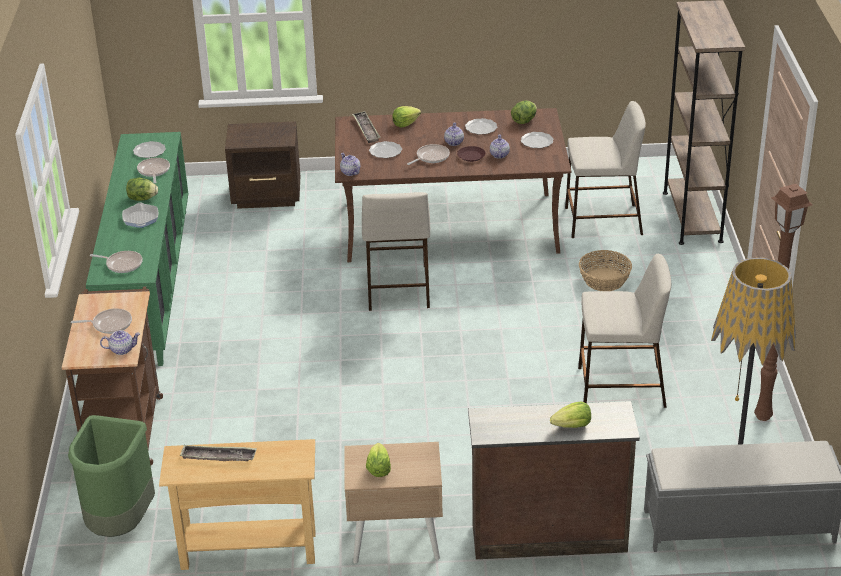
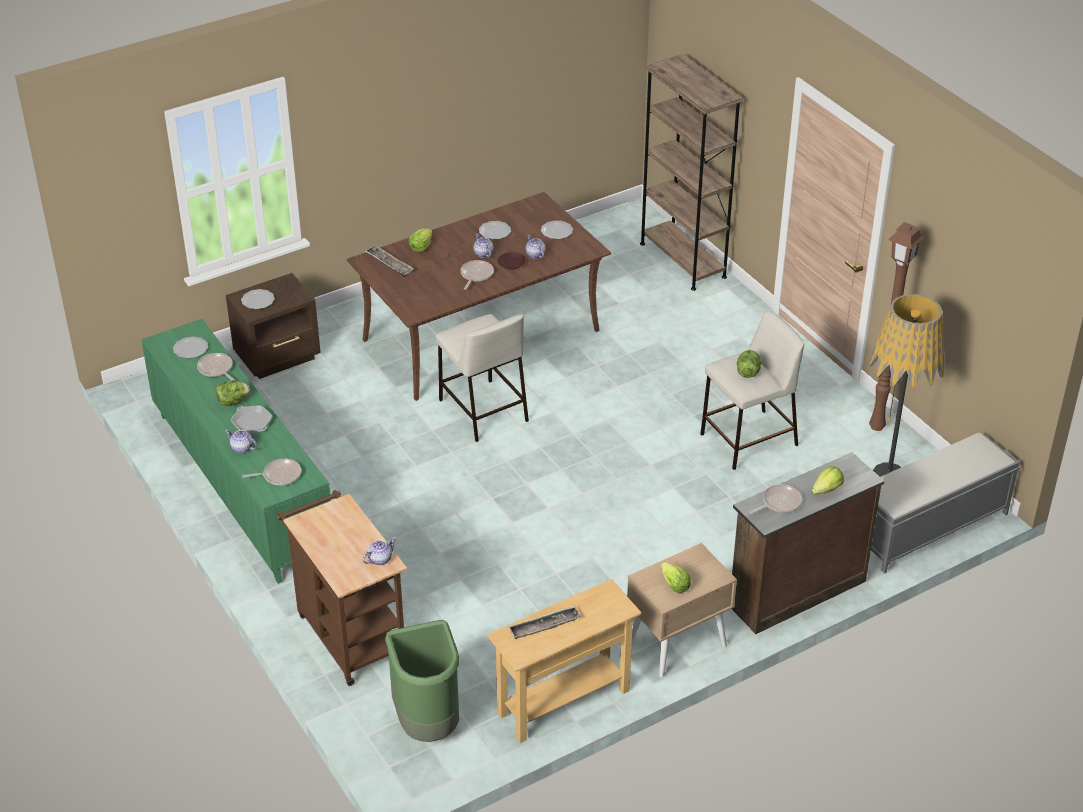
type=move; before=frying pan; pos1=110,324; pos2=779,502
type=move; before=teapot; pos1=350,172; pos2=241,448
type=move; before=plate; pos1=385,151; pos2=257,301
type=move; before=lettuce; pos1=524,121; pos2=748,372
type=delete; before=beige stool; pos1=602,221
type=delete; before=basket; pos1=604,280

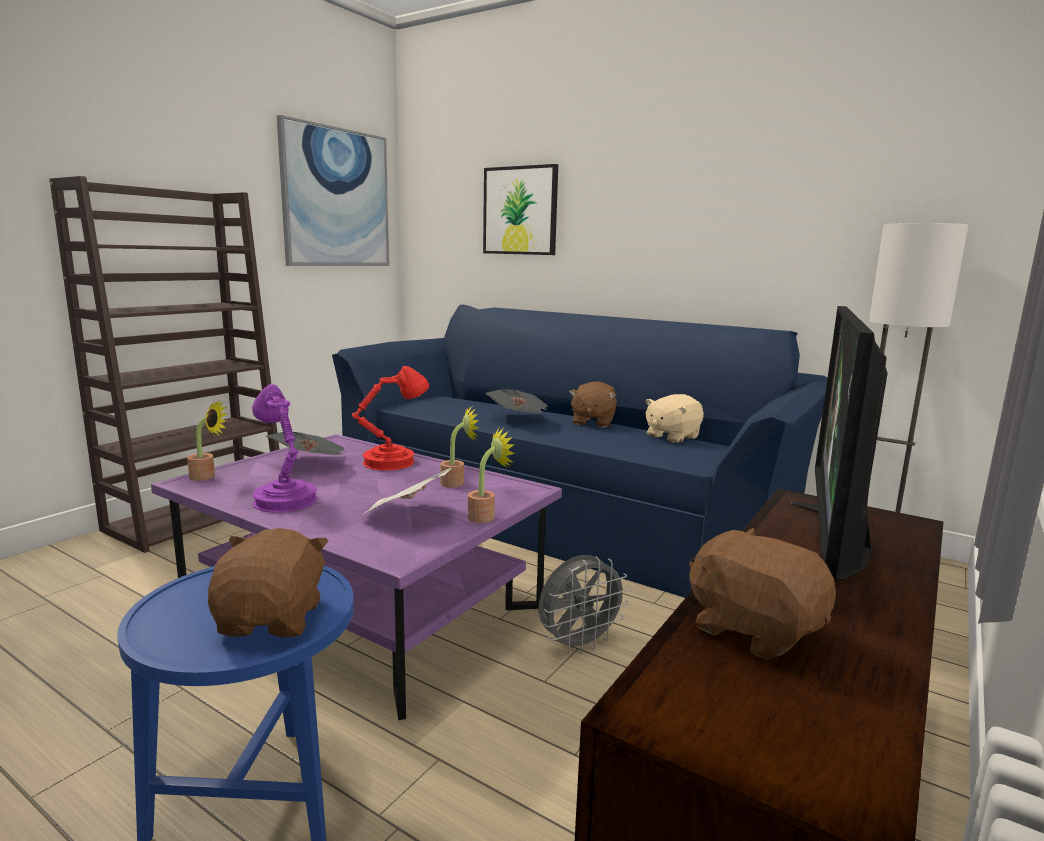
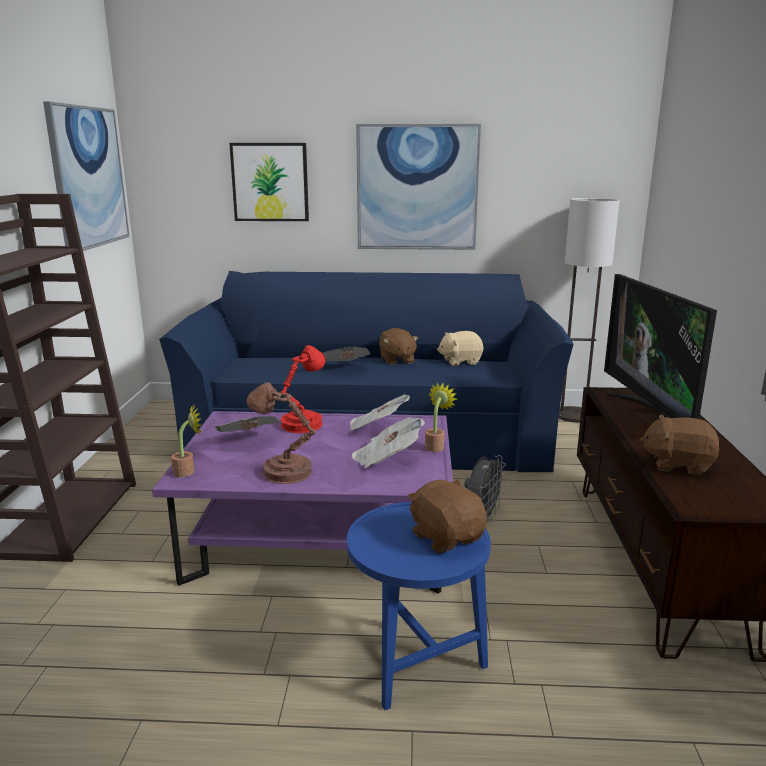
type=recolor; before=purple table lamp; after=brown table lamp; pos1=283,499; pos2=283,471
type=replace; before=potted plant; after=newspaper; pos1=457,483; pos2=377,428
type=rotate; before=beige plush toy; pos1=671,437; pos2=460,361; turn=60
type=insert; after=picture; pos2=417,188

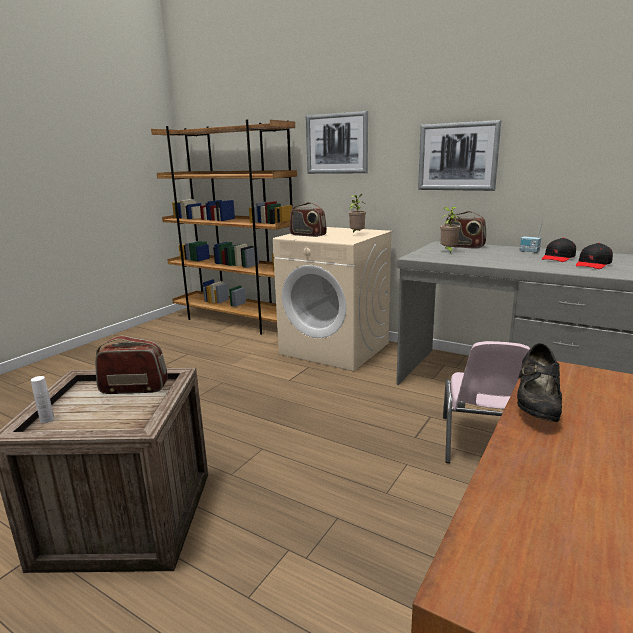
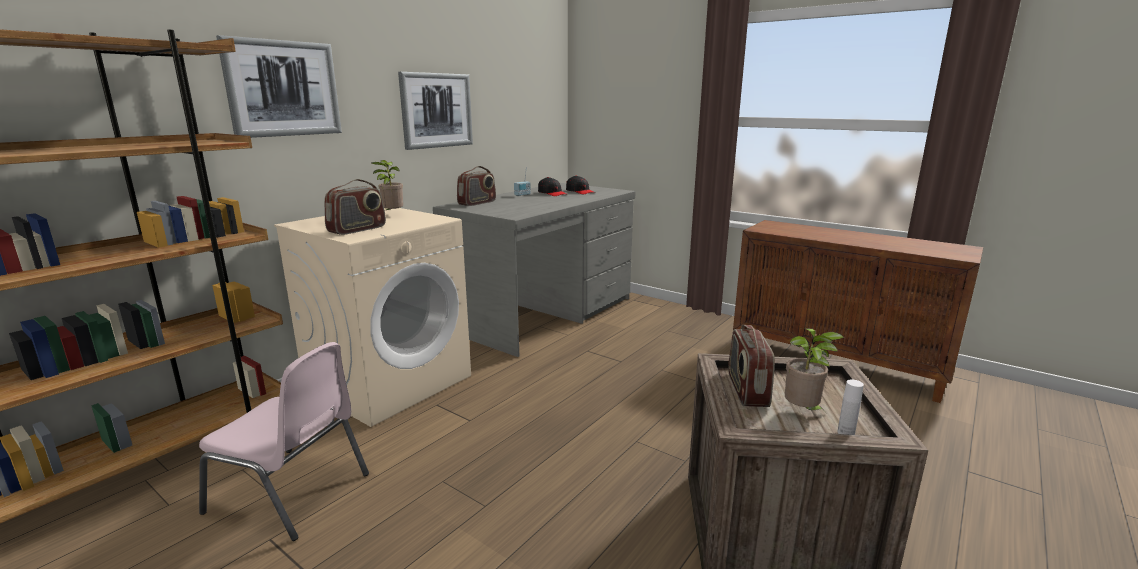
type=move; before=potted plant; pos1=448,251; pos2=803,412
type=move; before=pink chair; pos1=484,444; pos2=291,493
type=delete; before=black shoe; pos1=536,406

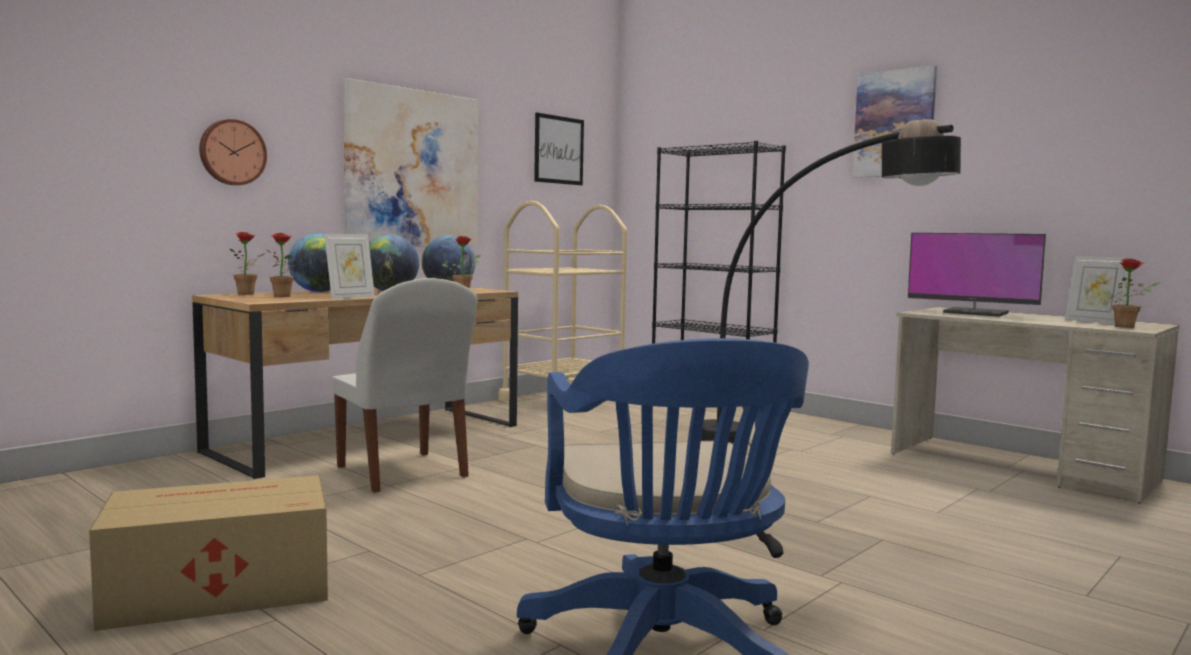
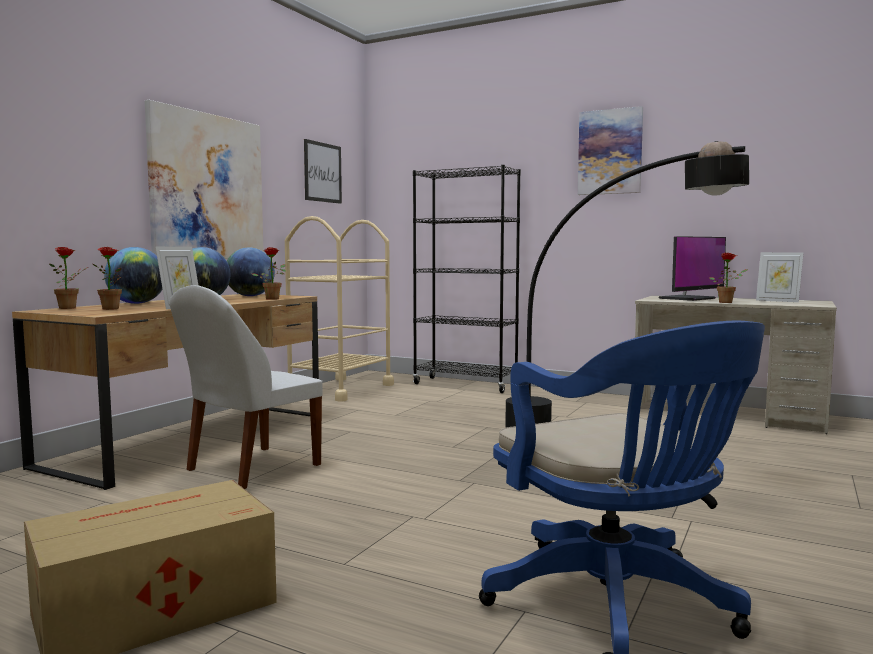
type=delete; before=wall clock; pos1=232,152
type=rotate; before=white chair; pos1=403,473; pos2=250,469; turn=90
type=rotate; before=monitor; pos1=975,313; pos2=688,298; turn=-60
type=move; before=potted plant; pos1=1128,326; pos2=727,302

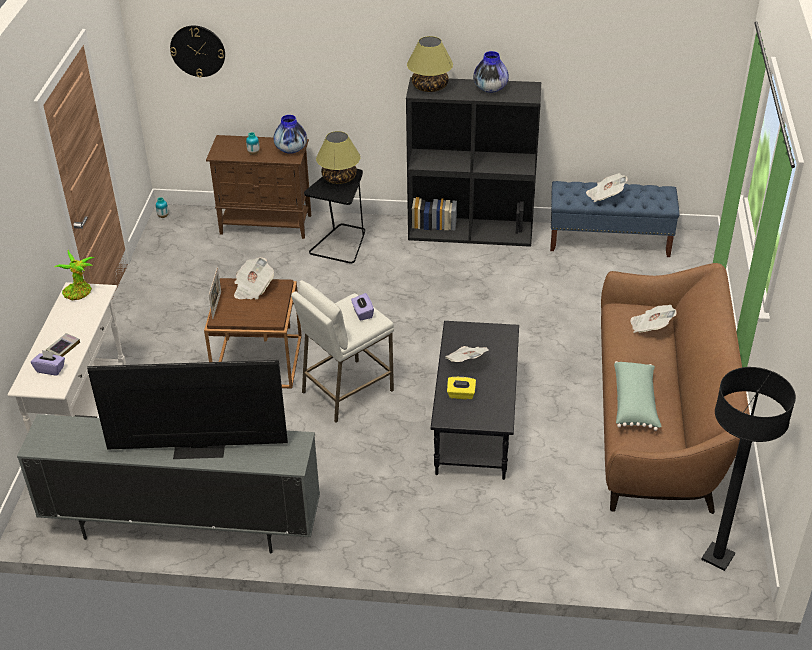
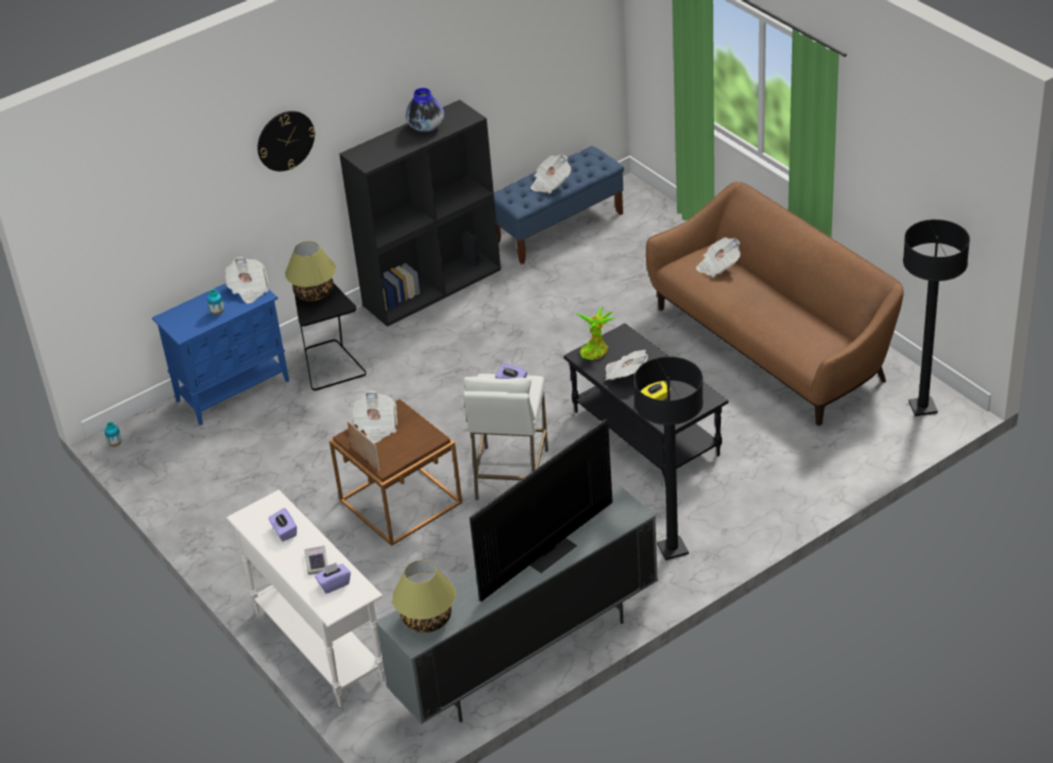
type=move; before=potted plant; pos1=79,293; pos2=595,350
type=move; before=wall clock; pos1=198,51; pos2=285,140
type=recolor; before=brown cabinet; after=blue cabinet; pos1=267,224; pos2=233,390
type=replace; before=vase; after=newspaper; pos1=291,149; pos2=248,289
type=move; before=table lamp; pos1=430,87; pos2=427,619
type=delete; before=green pillow; pos1=635,403
type=insert; after=purple tissue box; pos2=284,532
type=insert; after=black floor lamp; pos2=672,549

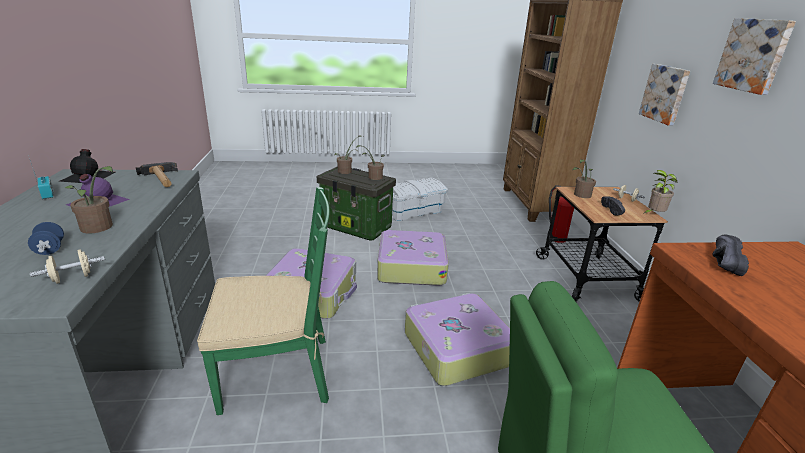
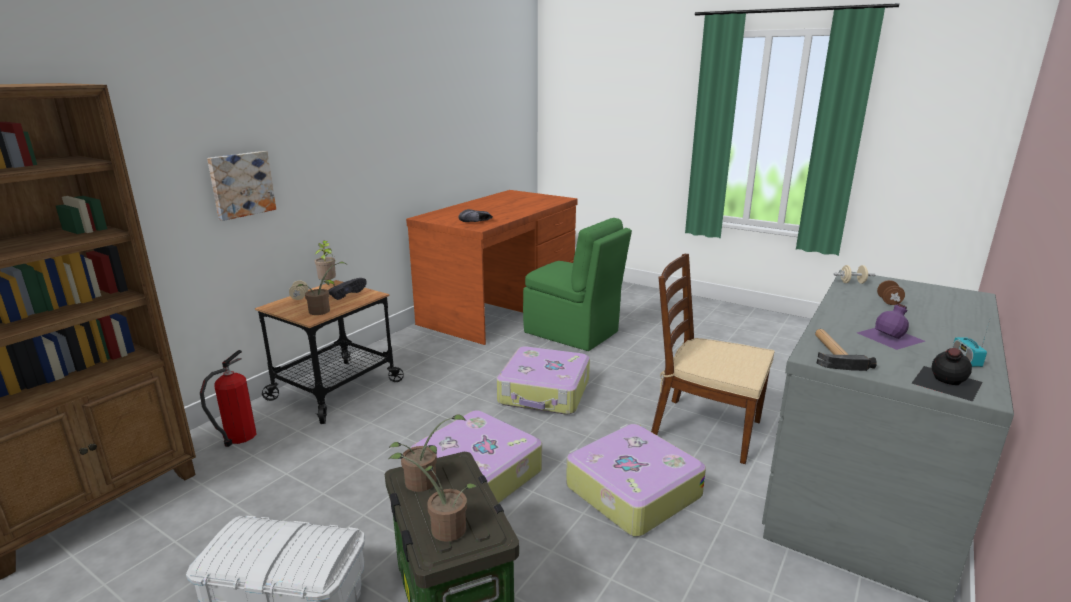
type=recolor; before=blue dumbbell; after=brown dumbbell; pos1=50,249; pos2=888,301
type=delete; before=potted plant; pos1=98,228
type=recolor; before=green chair; after=brown chair; pos1=277,373; pos2=704,429
type=delete; before=picture; pos1=754,55

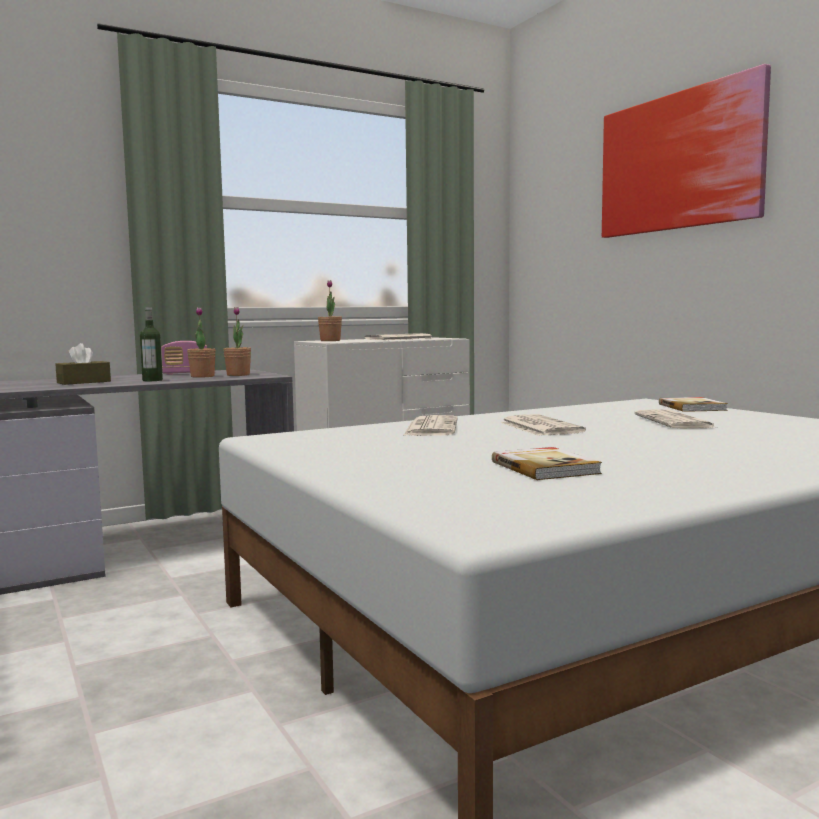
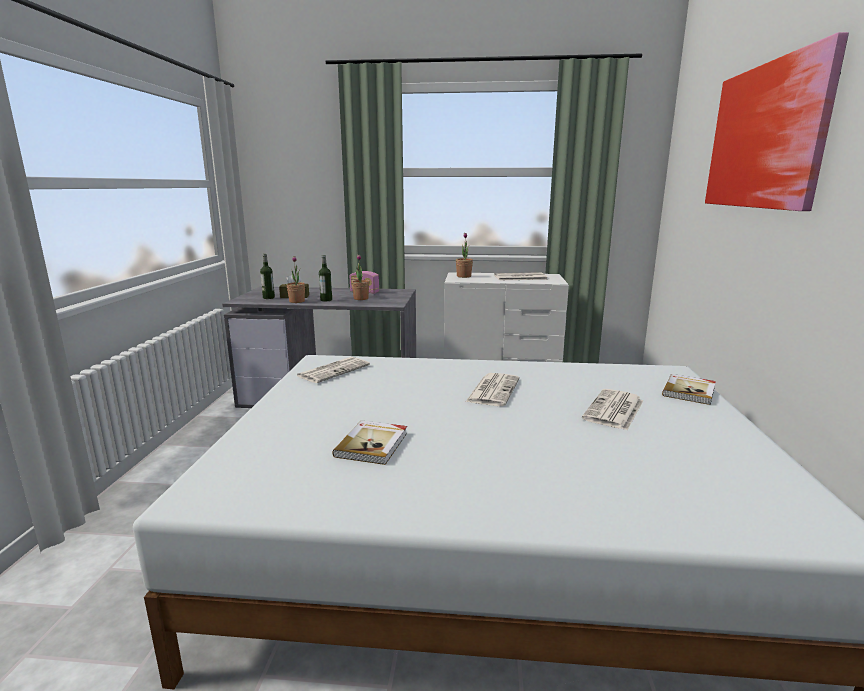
type=move; before=potted plant; pos1=238,375; pos2=297,301
type=move; before=newspaper; pos1=431,428; pos2=334,370
type=insert; after=bottle; pos2=268,298

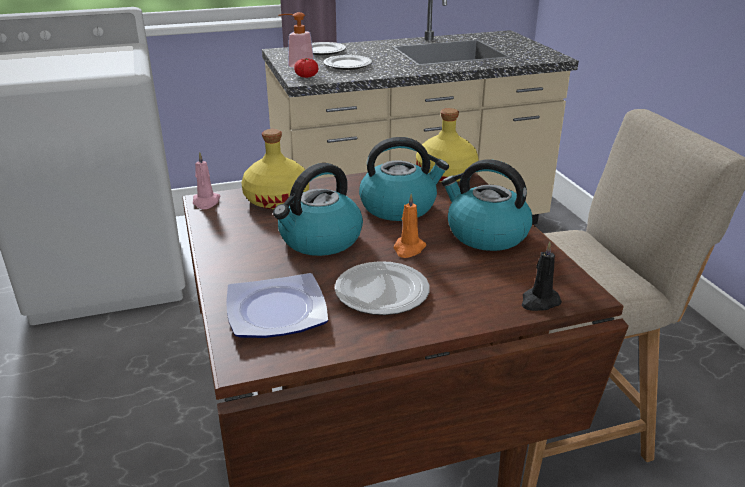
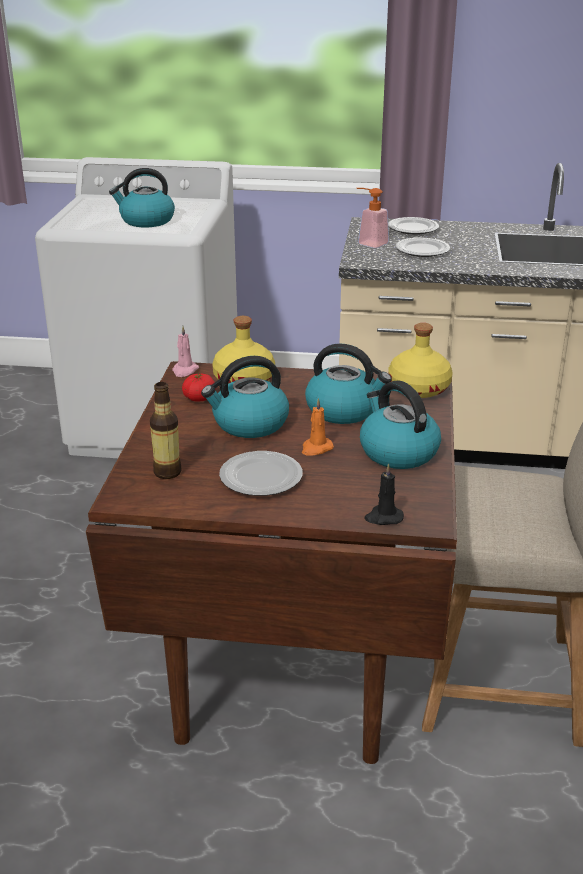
type=replace; before=plate; after=bottle; pos1=275,313; pos2=167,472
type=move; before=tomato; pos1=306,76; pos2=199,398
type=insert; after=kettle; pos2=146,221

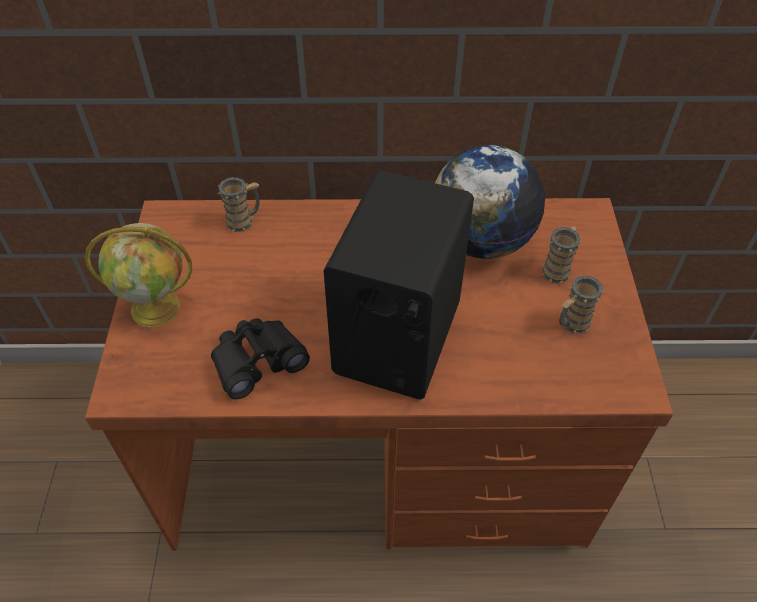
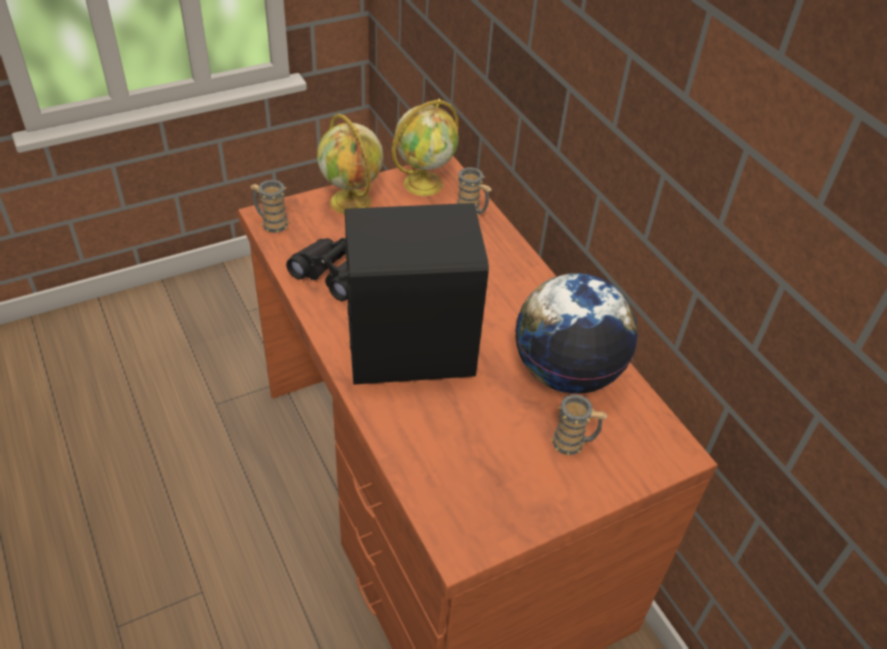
type=move; before=mug; pos1=571,324; pos2=271,223
type=insert; after=globe; pos2=424,183

